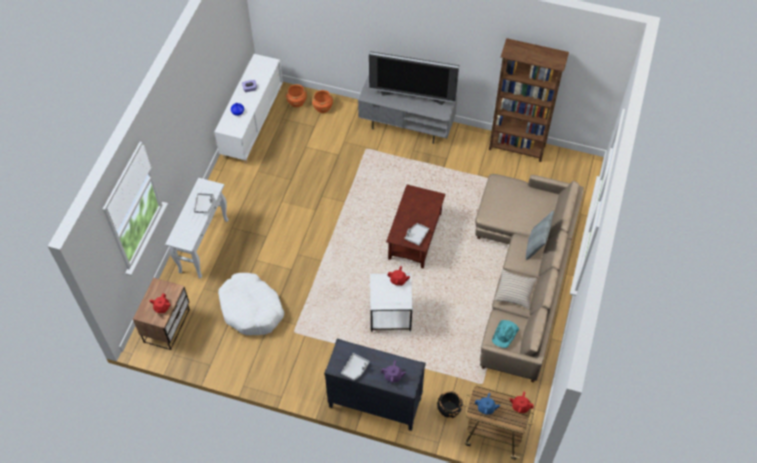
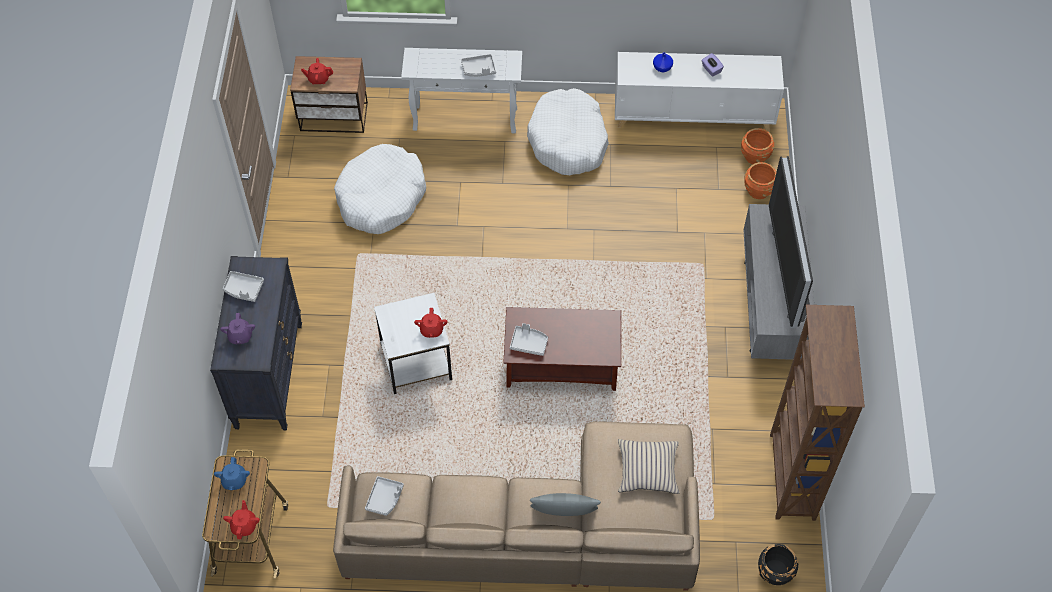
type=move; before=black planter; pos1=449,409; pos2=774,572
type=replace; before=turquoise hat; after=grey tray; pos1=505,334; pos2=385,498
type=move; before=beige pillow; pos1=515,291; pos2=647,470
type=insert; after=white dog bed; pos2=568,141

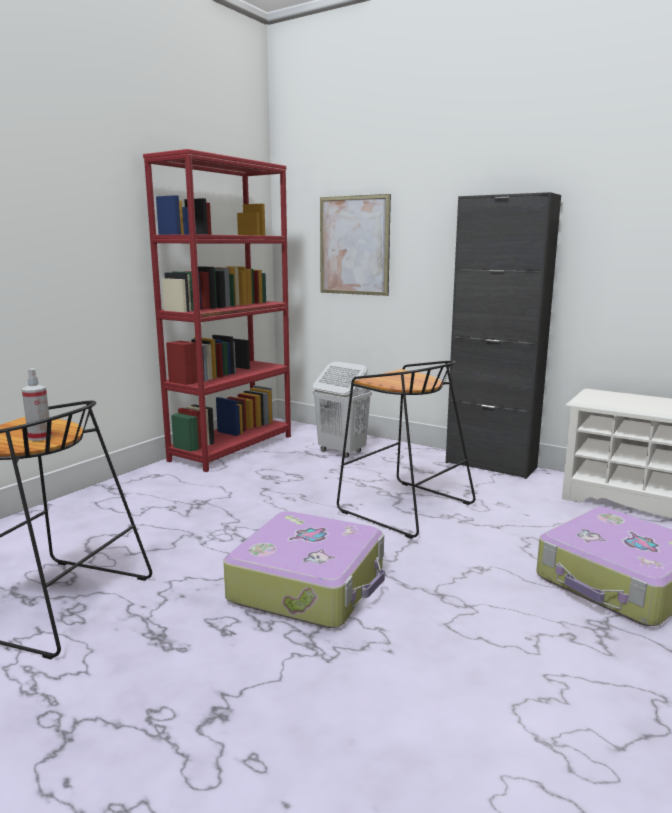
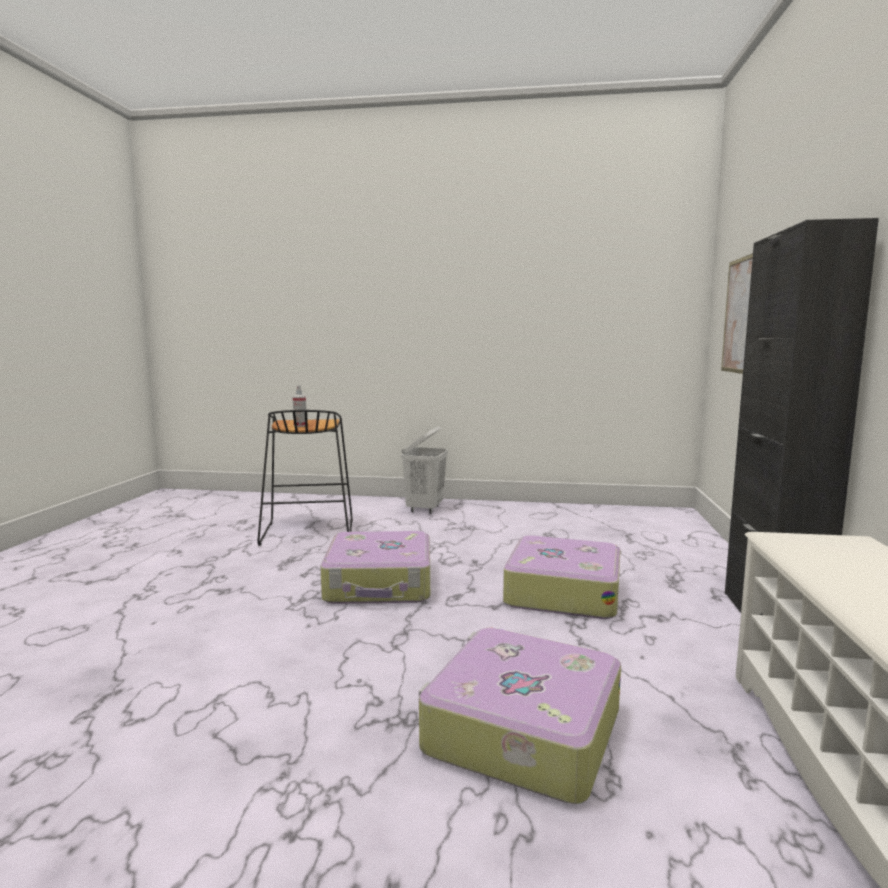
type=delete; before=red bookcase; pos1=232,448
type=move; before=white laundry basket; pos1=341,452; pos2=425,509
type=replace; before=black stool; after=suitcase; pos1=403,507; pos2=562,592

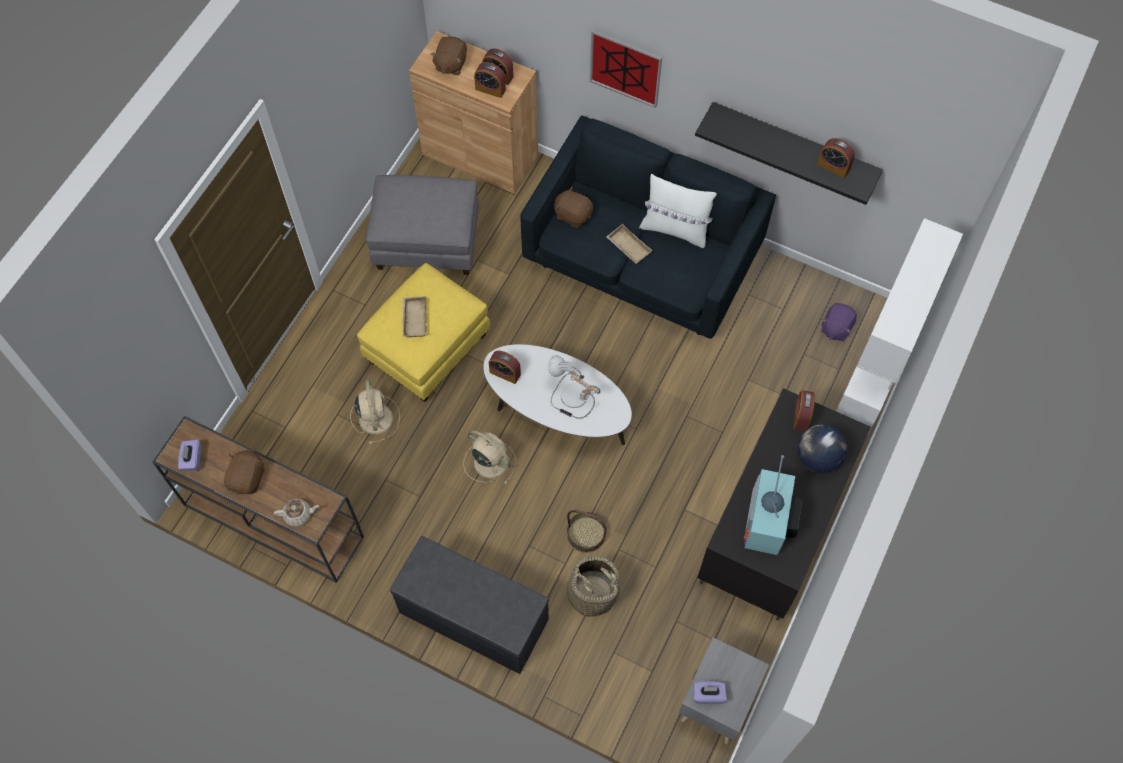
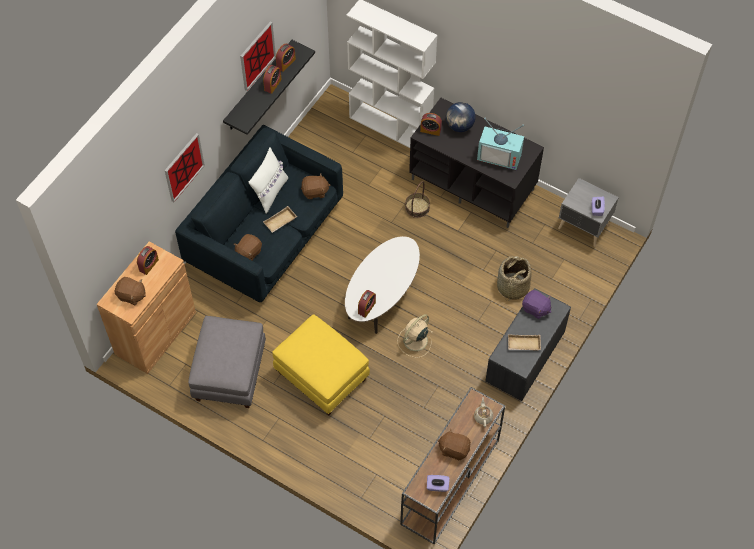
type=delete; before=beige fan; pos1=375,417
type=move; before=beige tray; pos1=413,318; pos2=523,345
type=move; before=alarm clock; pos1=490,89; pos2=272,85
type=delete; before=table lamp; pos1=571,397
type=move; before=basket; pos1=586,534; pos2=417,207
type=move; before=purple plush toy; pos1=836,328; pos2=535,309
type=insert; after=picture; pos2=257,55
type=insert; after=brown plush toy; pos2=315,192

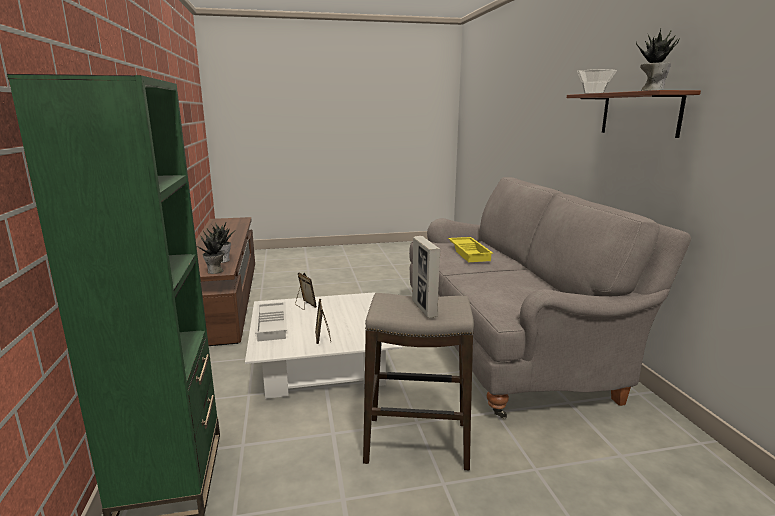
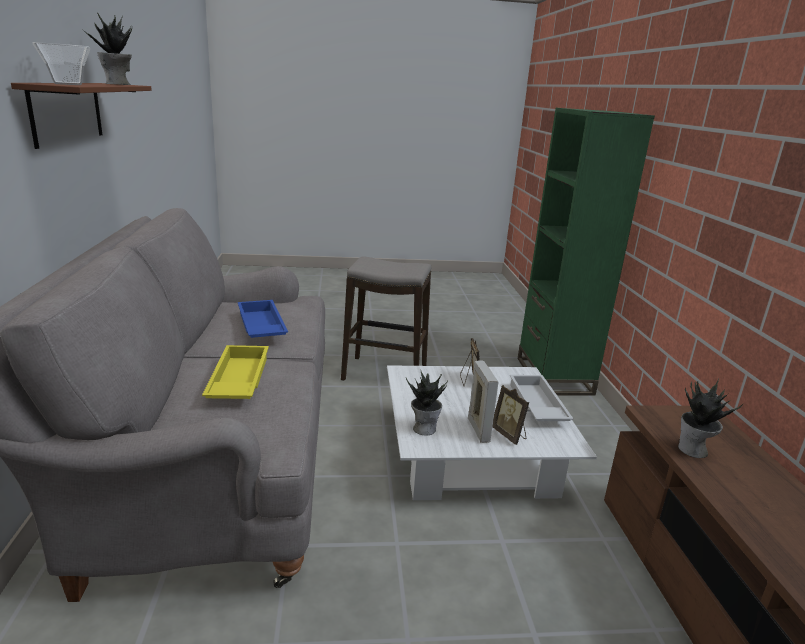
type=move; before=potted plant; pos1=215,271; pos2=424,428
type=move; before=picture frame; pos1=424,309; pos2=478,430
type=insert; after=blue tray; pos2=260,327

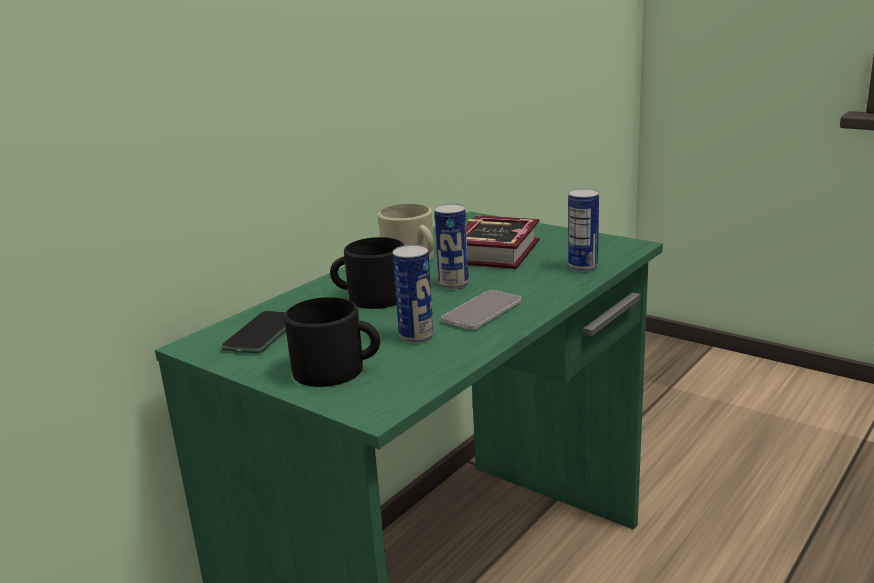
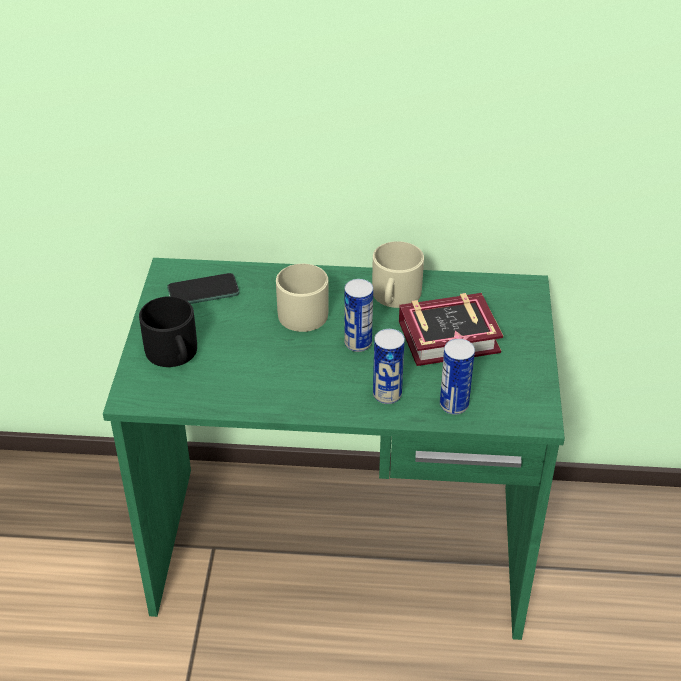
type=recolor; before=black mug; after=beige mug; pos1=370,297; pos2=299,311
type=move; before=can; pos1=416,336; pos2=387,394
type=delete; before=phone; pos1=482,311

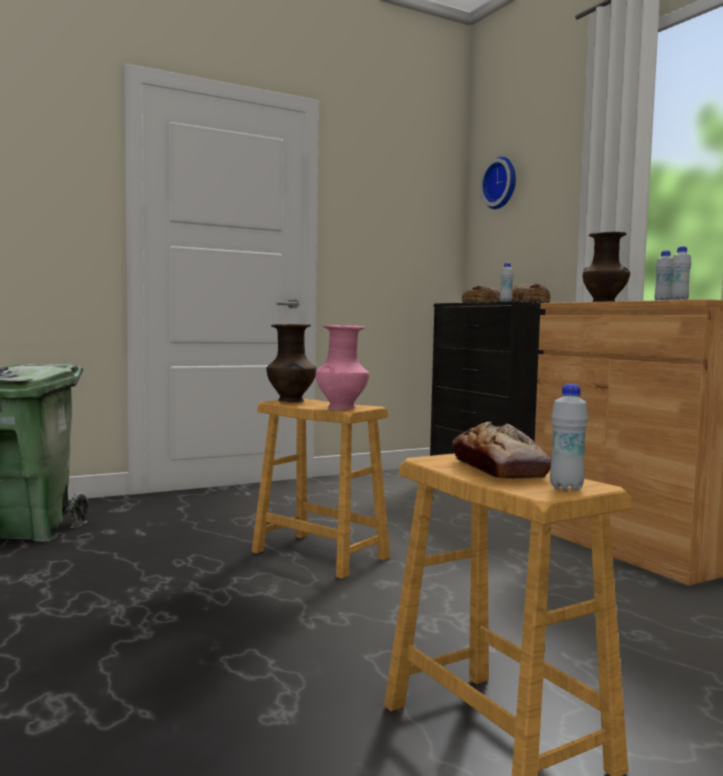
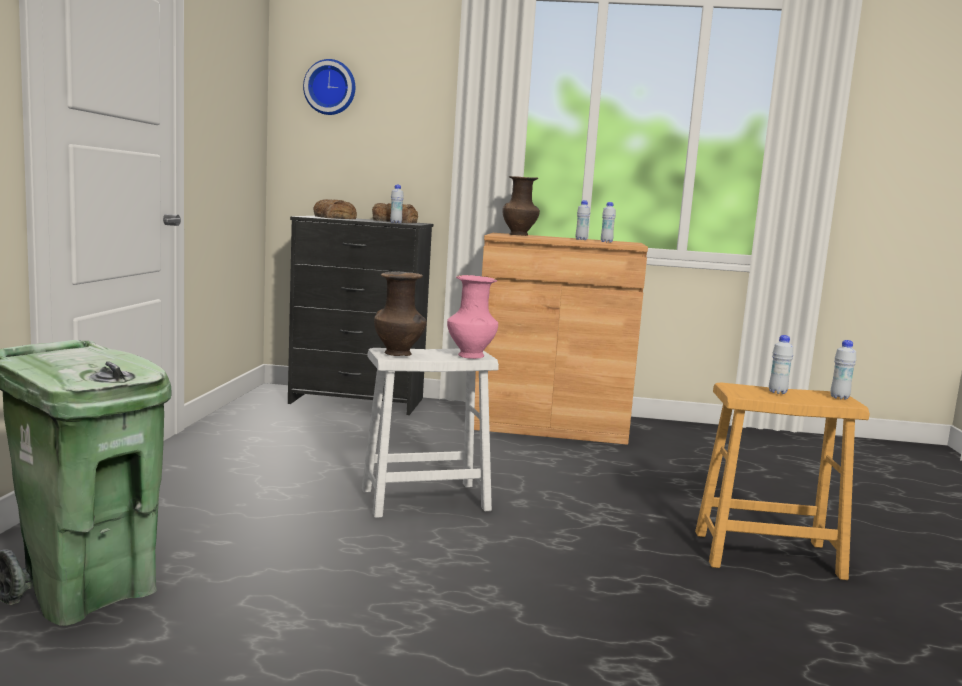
type=recolor; before=brown stool; after=white stool; pos1=320,555; pos2=424,499
type=replace; before=bread; after=white bottle; pos1=498,468; pos2=777,392

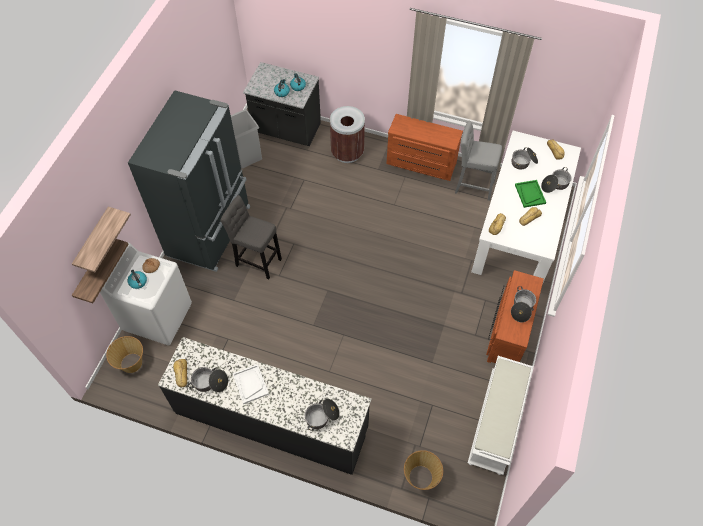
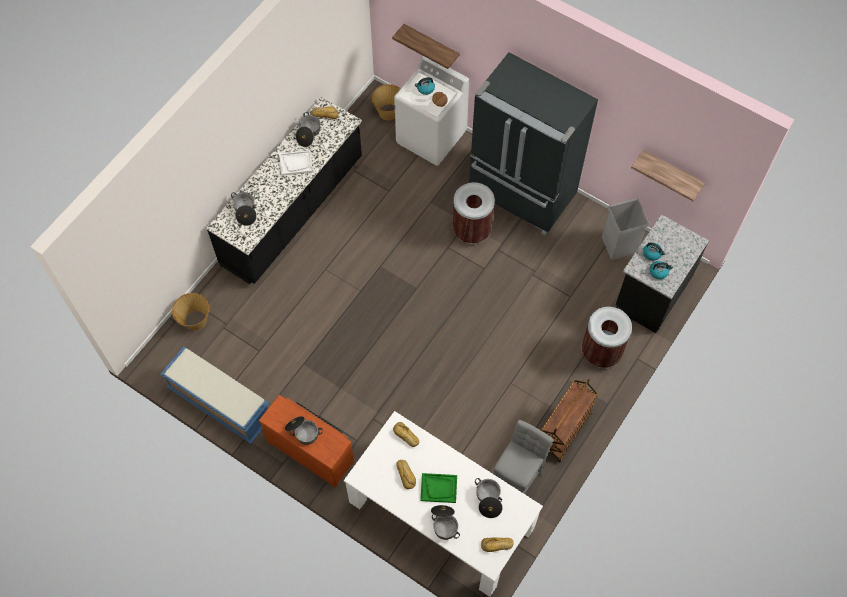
type=move; before=shelf; pos1=93,240; pos2=671,171
type=replace; before=grey stool; after=brown trash can; pos1=256,260; pos2=472,230
type=replace; before=brown dresser; after=brown cart; pos1=421,164; pos2=564,430
type=recolor; before=white bench; after=blue bench; pos1=497,423; pos2=220,404

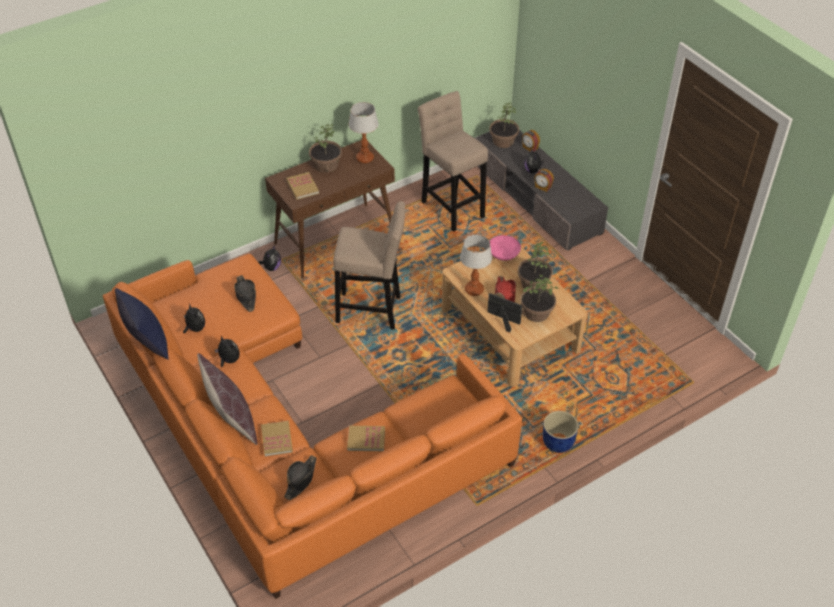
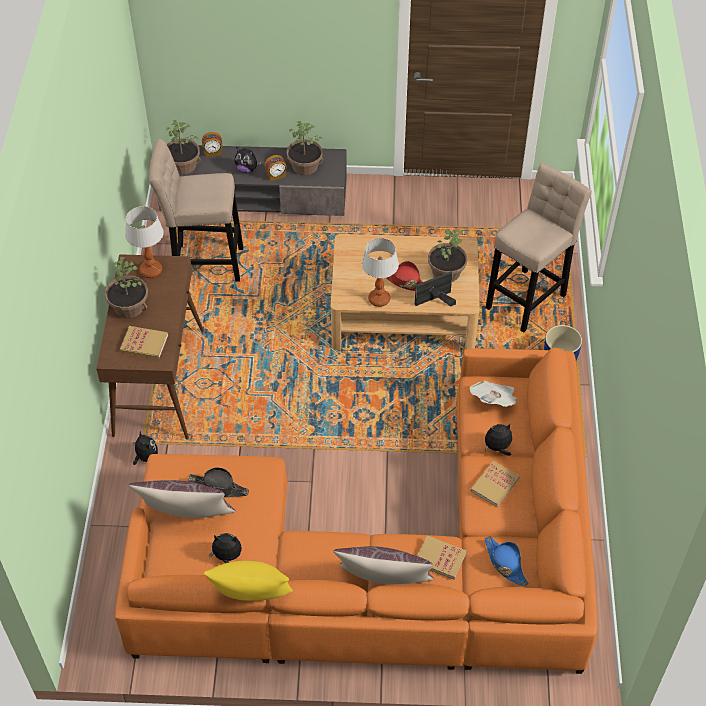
type=recolor; before=blue pillow; after=yellow pillow; pos1=147,343; pos2=252,600
type=move; before=plush toy; pos1=229,360; pos2=497,448
type=recolor; before=black hat; after=blue hat; pos1=301,479; pos2=505,563
type=move; before=beige stool; pos1=372,311; pos2=528,298
type=delete; before=pink bowl; pos1=504,255
type=move; before=potted plant; pos1=533,284; pos2=305,166
type=insert; after=brown pillow; pos2=187,519
type=insert; after=newspaper; pos2=494,401

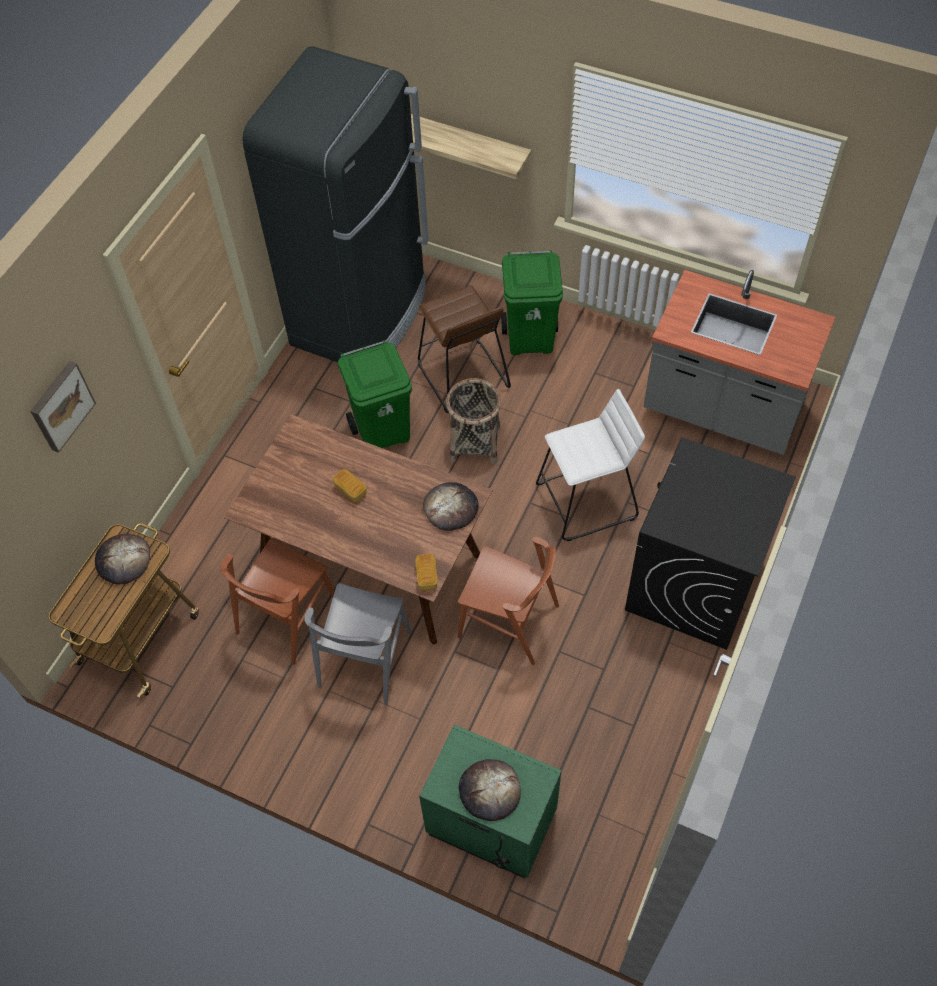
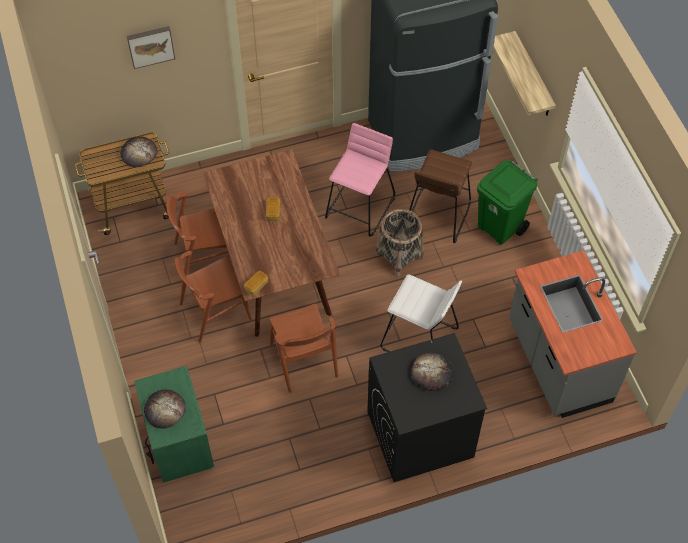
type=recolor; before=grey chair; after=brown chair; pos1=364,659; pos2=215,311
type=replace; before=green trash can; after=pink stool; pos1=383,432; pos2=360,208
type=move; before=bread; pos1=451,508; pos2=432,373

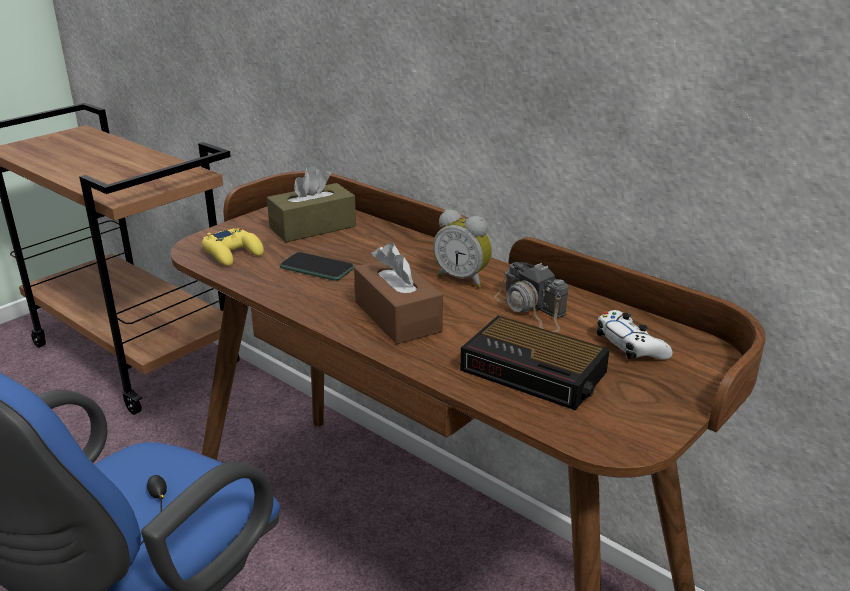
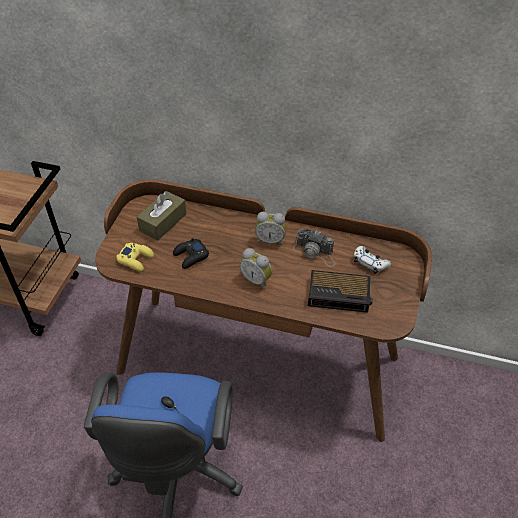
type=replace; before=phone; after=black game controller; pos1=317,268; pos2=191,256
type=replace; before=brown tissue box; after=alarm clock; pos1=397,317; pos2=257,280

